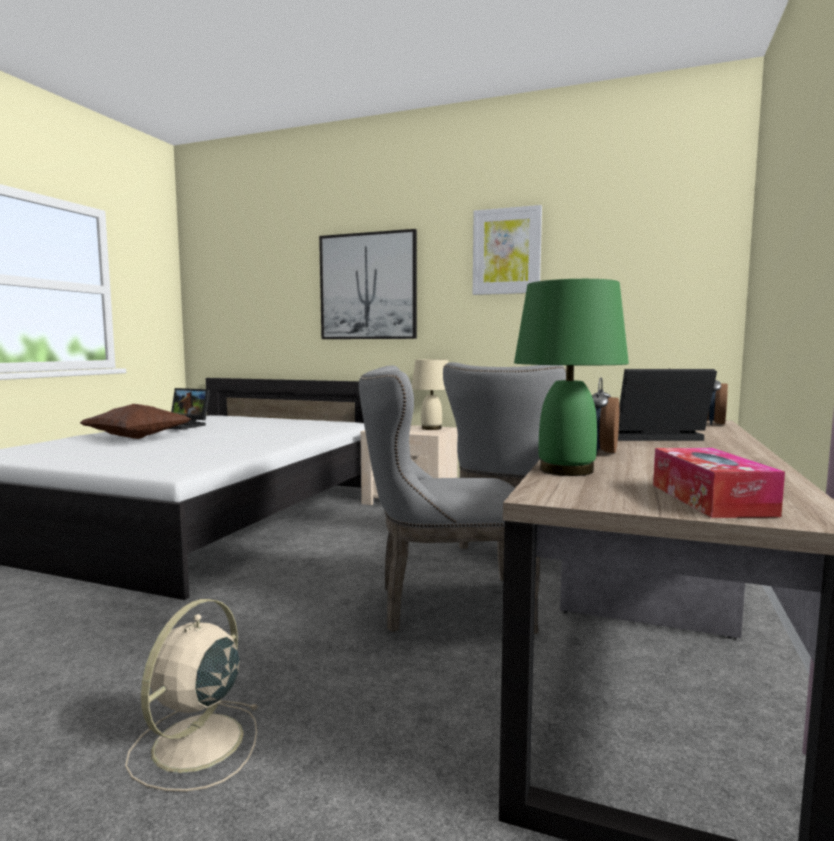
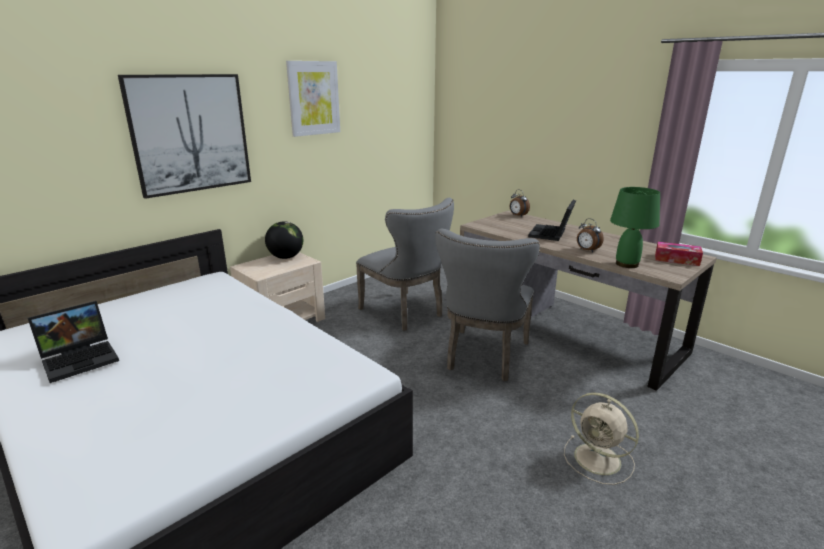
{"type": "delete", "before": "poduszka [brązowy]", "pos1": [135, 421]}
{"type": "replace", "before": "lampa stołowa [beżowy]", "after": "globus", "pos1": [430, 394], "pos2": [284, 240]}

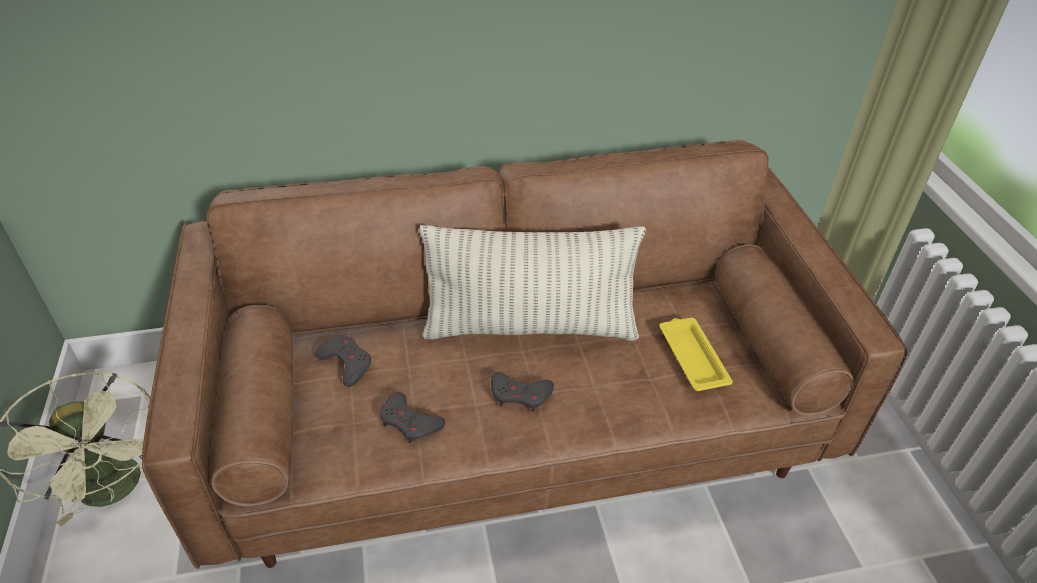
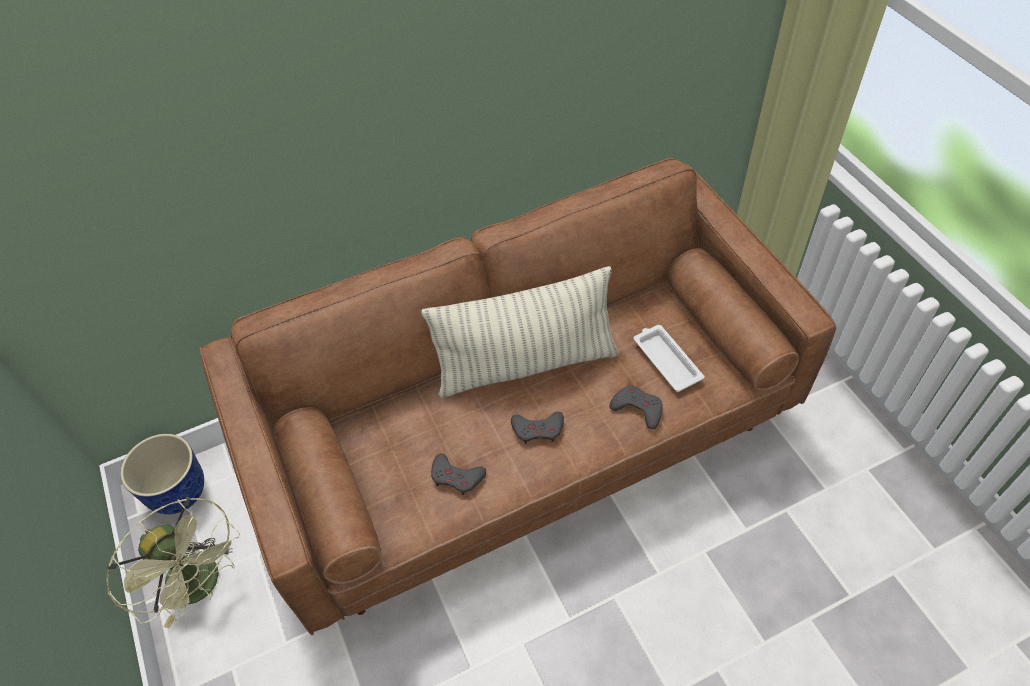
{"type": "insert", "after": "donica", "pos2": [162, 474]}
{"type": "move", "before": "pad do gier [szary]", "pos1": [343, 361], "pos2": [636, 408]}
{"type": "recolor", "before": "taca [żółty]", "after": "taca [biały]", "pos1": [696, 354], "pos2": [669, 358]}

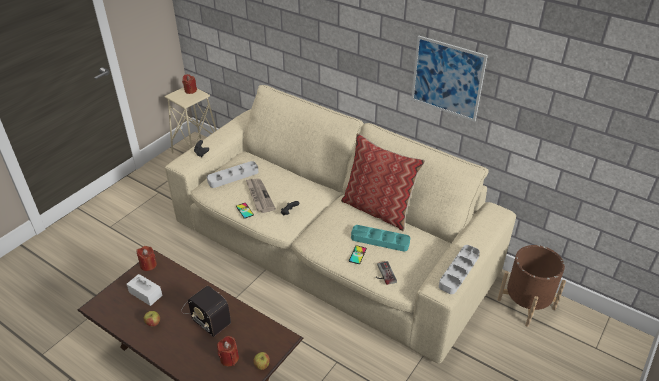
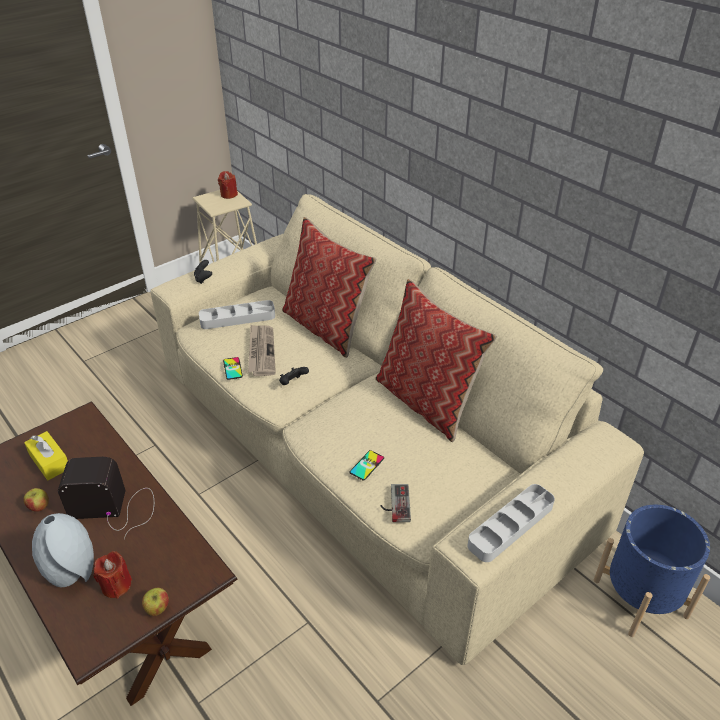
{"type": "delete", "before": "świeca [czerwony]", "pos1": [146, 258]}
{"type": "delete", "before": "taca [turkusowy]", "pos1": [380, 238]}
{"type": "delete", "before": "obraz", "pos1": [449, 78]}
{"type": "insert", "after": "wazon [szary]", "pos2": [63, 550]}
{"type": "insert", "after": "poduszka", "pos2": [329, 287]}
{"type": "recolor", "before": "pudełko chusteczek [biały]", "after": "pudełko chusteczek [żółty]", "pos1": [145, 290], "pos2": [46, 455]}
{"type": "recolor", "before": "donica [brązowy]", "after": "donica [niebieski]", "pos1": [531, 286], "pos2": [652, 571]}
{"type": "rotate", "before": "radio", "pos1": [206, 311], "pos2": [106, 498], "turn": 120}

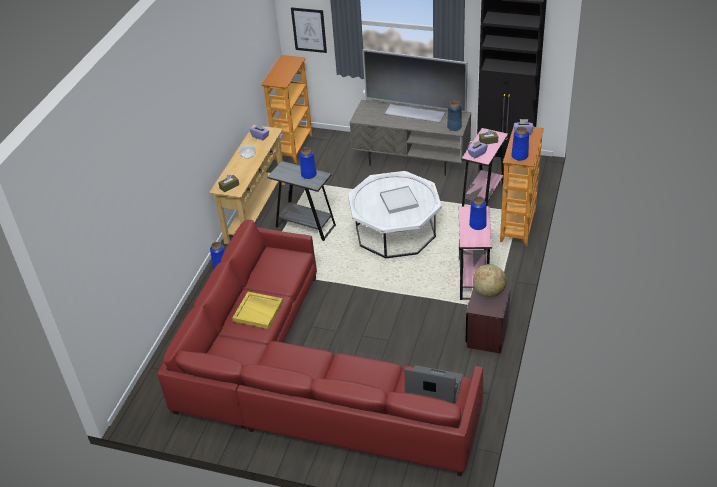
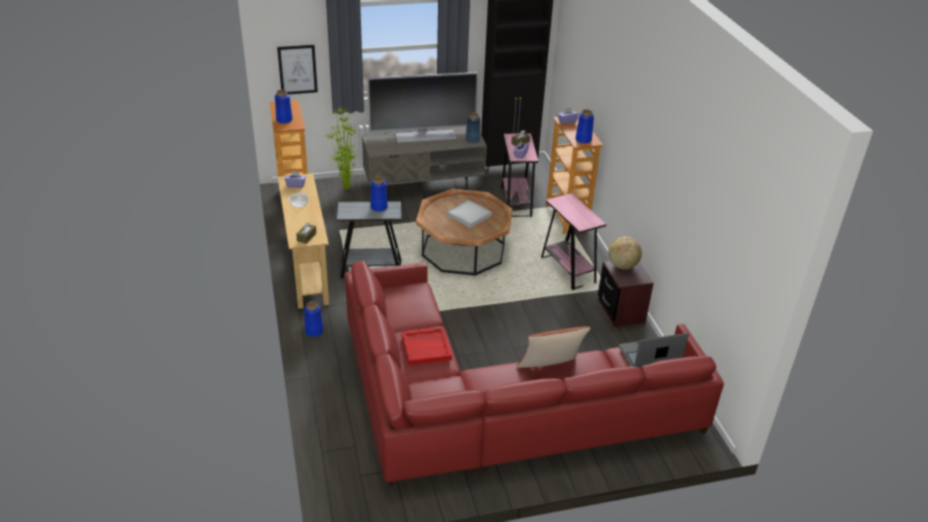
{"type": "insert", "after": "roślina doniczkowa", "pos2": [341, 148]}
{"type": "insert", "after": "poduszka", "pos2": [553, 347]}
{"type": "move", "before": "wazon [niebieski]", "pos1": [478, 213], "pos2": [284, 107]}
{"type": "recolor", "before": "taca [żółty]", "after": "taca [czerwony]", "pos1": [257, 310], "pos2": [427, 346]}
{"type": "recolor", "before": "ława [biały]", "after": "ława [brązowy]", "pos1": [395, 214], "pos2": [464, 232]}

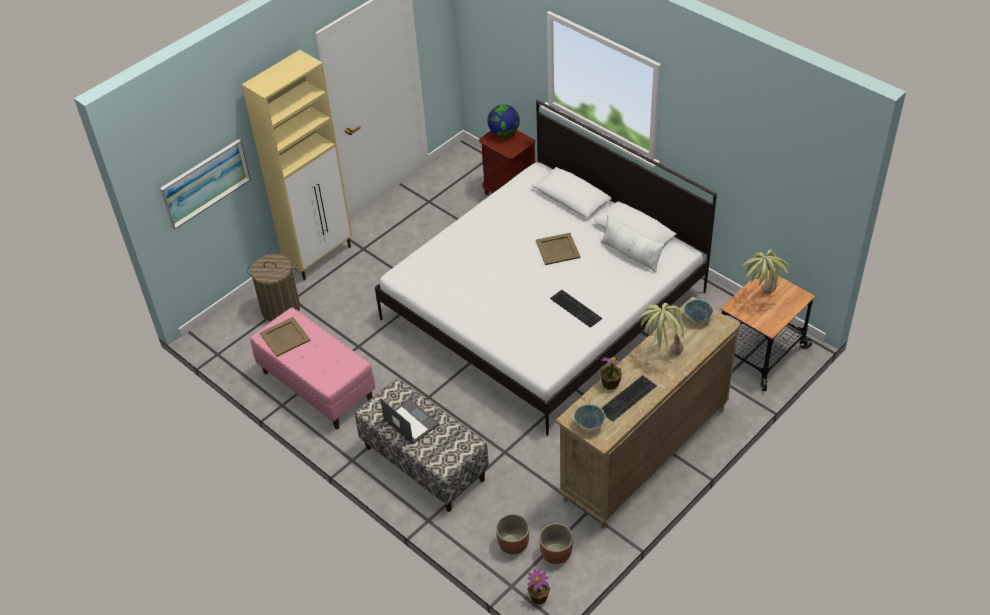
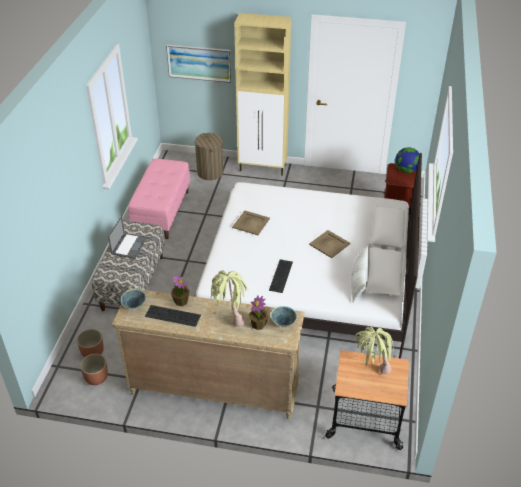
{"type": "move", "before": "taca [beżowy]", "pos1": [285, 337], "pos2": [251, 223]}
{"type": "move", "before": "roślina doniczkowa", "pos1": [538, 586], "pos2": [258, 312]}

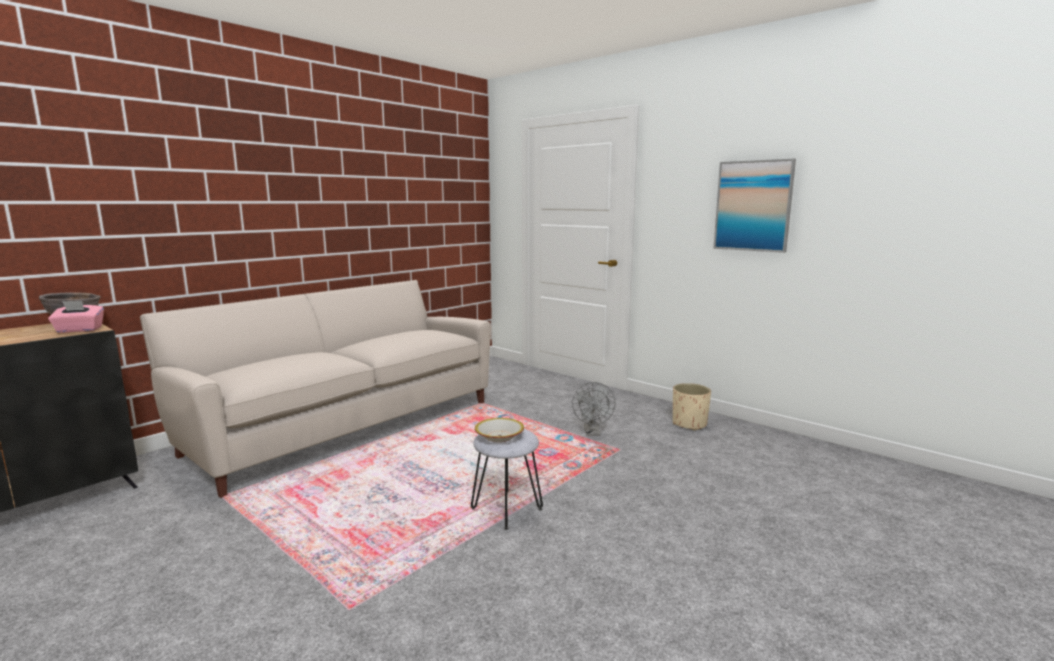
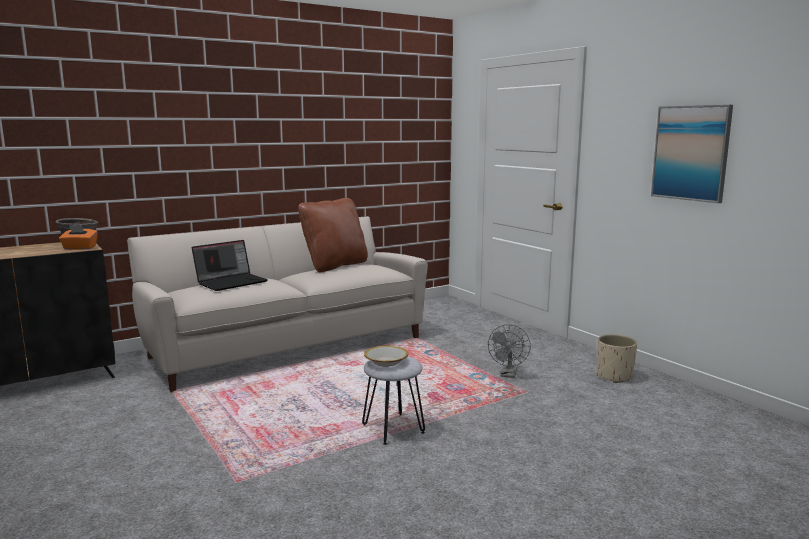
{"type": "insert", "after": "laptop", "pos2": [229, 265]}
{"type": "insert", "after": "poduszka [brązowy]", "pos2": [333, 235]}
{"type": "recolor", "before": "pudełko chusteczek [różowy]", "after": "pudełko chusteczek [pomarańczowy]", "pos1": [76, 316], "pos2": [78, 237]}

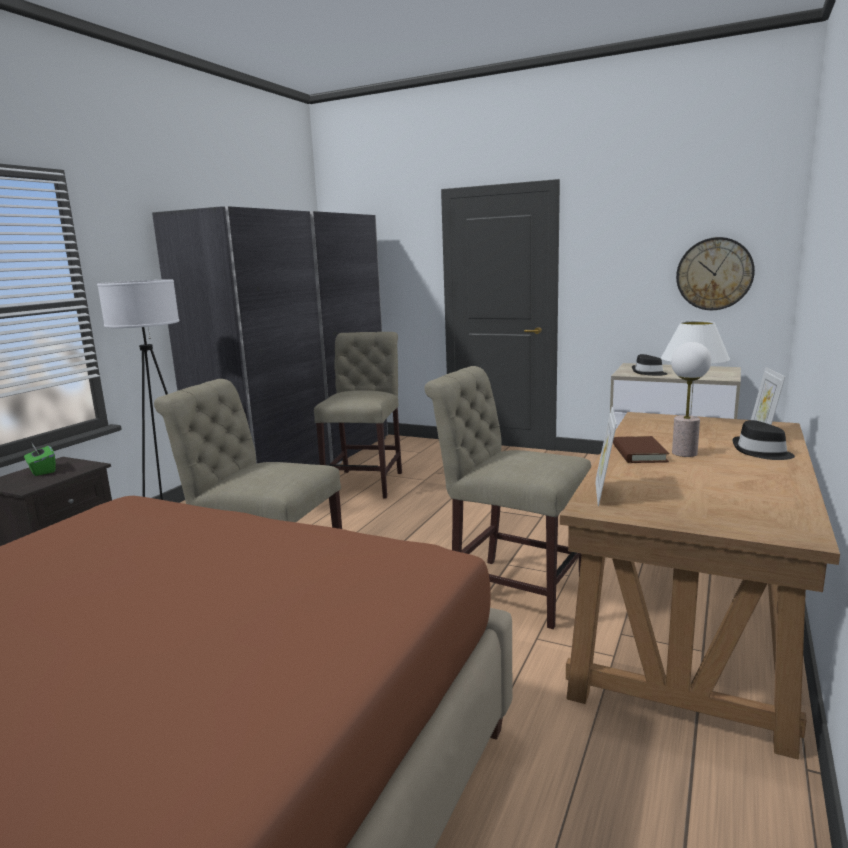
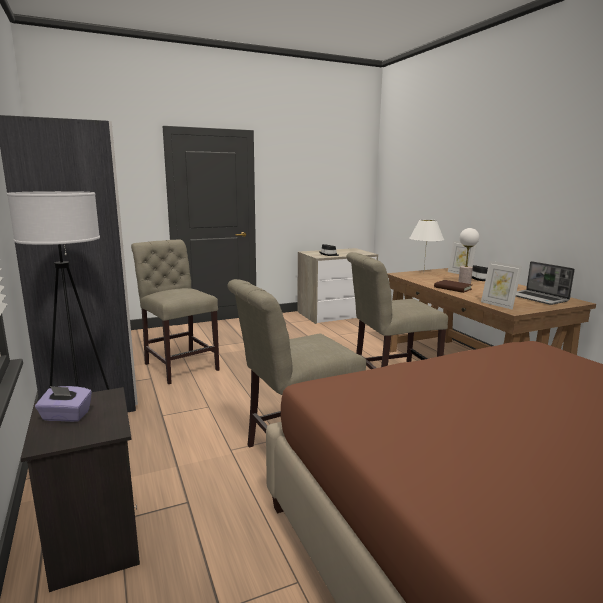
{"type": "delete", "before": "zegar ścienny", "pos1": [715, 273]}
{"type": "insert", "after": "laptop", "pos2": [545, 283]}
{"type": "recolor", "before": "pudełko chusteczek [zielony]", "after": "pudełko chusteczek [fioletowy]", "pos1": [40, 459], "pos2": [63, 404]}

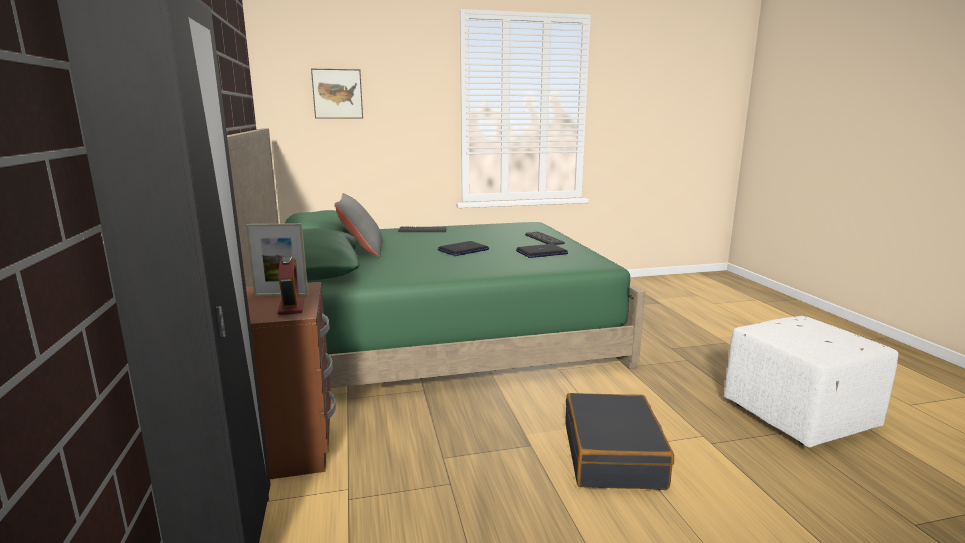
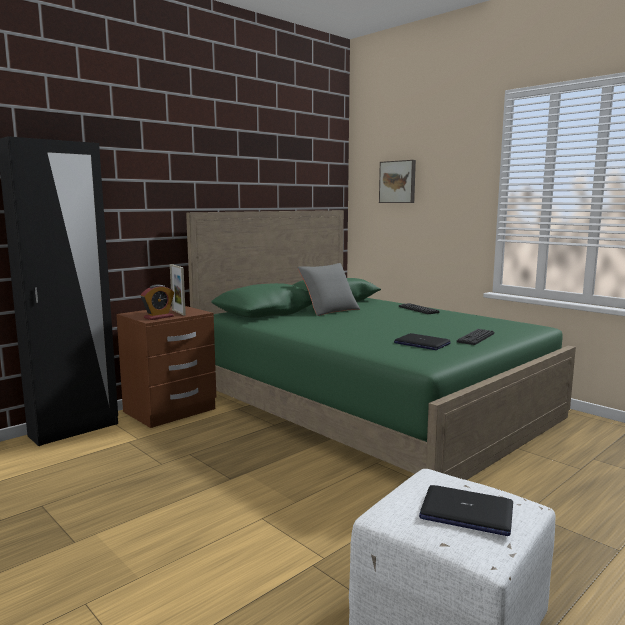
{"type": "delete", "before": "walizka [czarny]", "pos1": [619, 441]}
{"type": "move", "before": "laptop", "pos1": [463, 248], "pos2": [466, 510]}

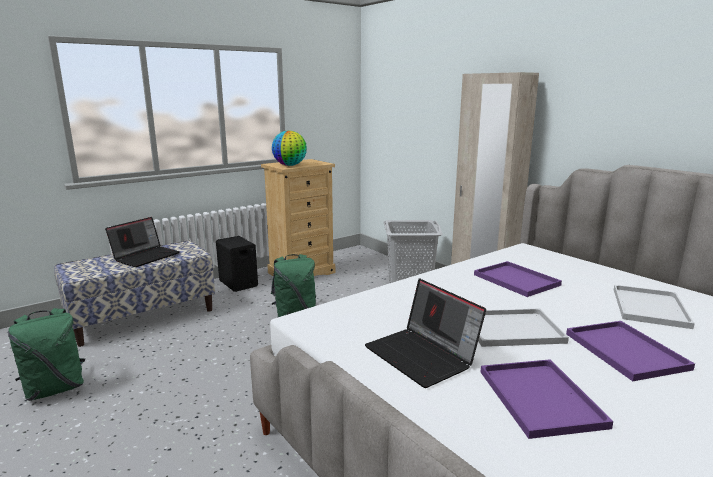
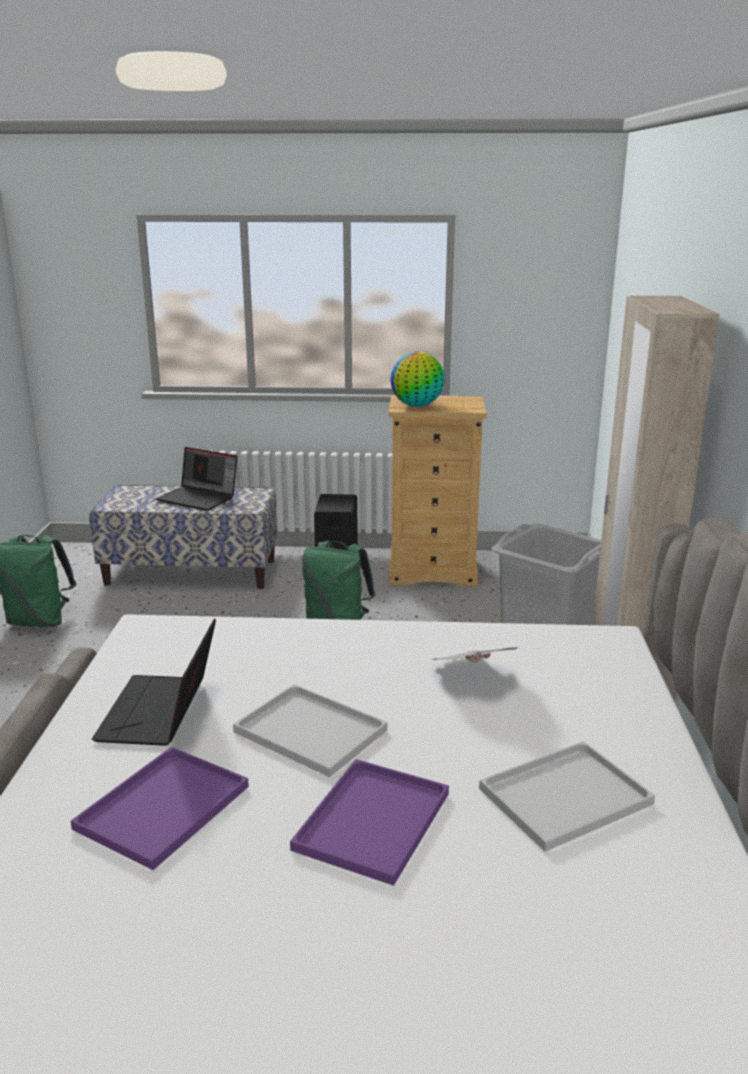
{"type": "replace", "before": "taca [fioletowy]", "after": "gazeta", "pos1": [518, 279], "pos2": [475, 655]}
{"type": "rotate", "before": "laptop", "pos1": [142, 242], "pos2": [196, 479], "turn": 45}

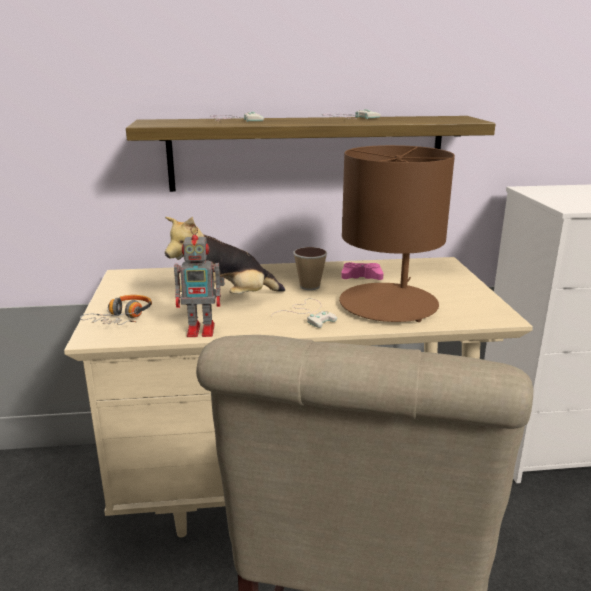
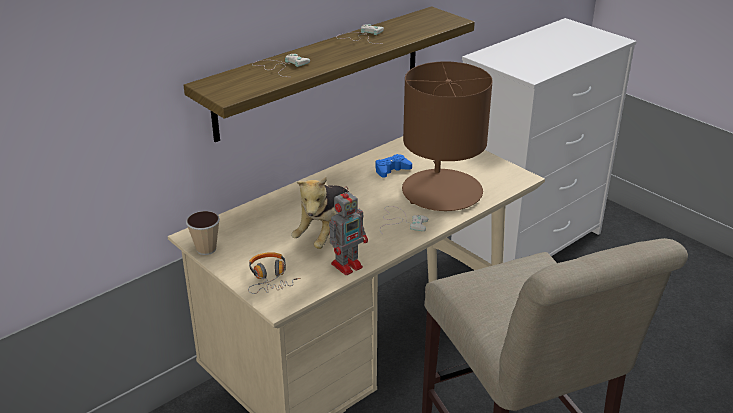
{"type": "move", "before": "filiżanka", "pos1": [310, 268], "pos2": [203, 233]}
{"type": "recolor", "before": "pad do gier [różowy]", "after": "pad do gier [niebieski]", "pos1": [362, 271], "pos2": [394, 165]}

